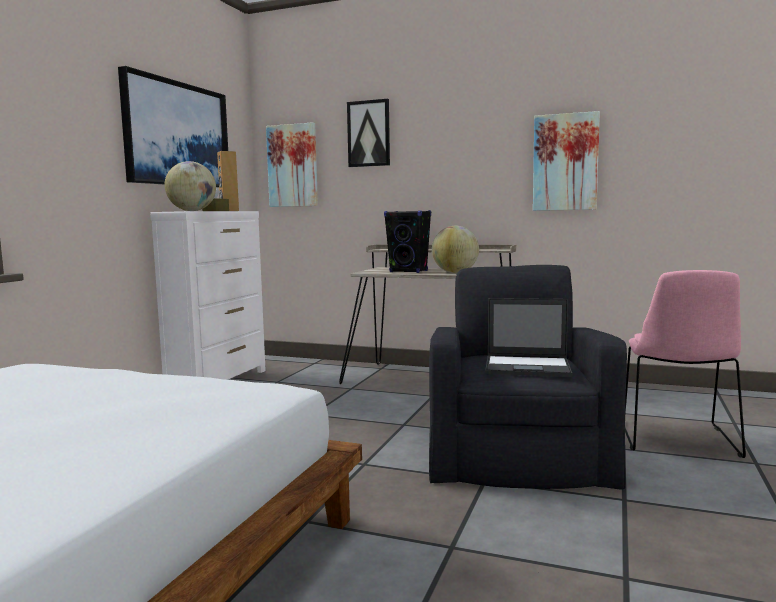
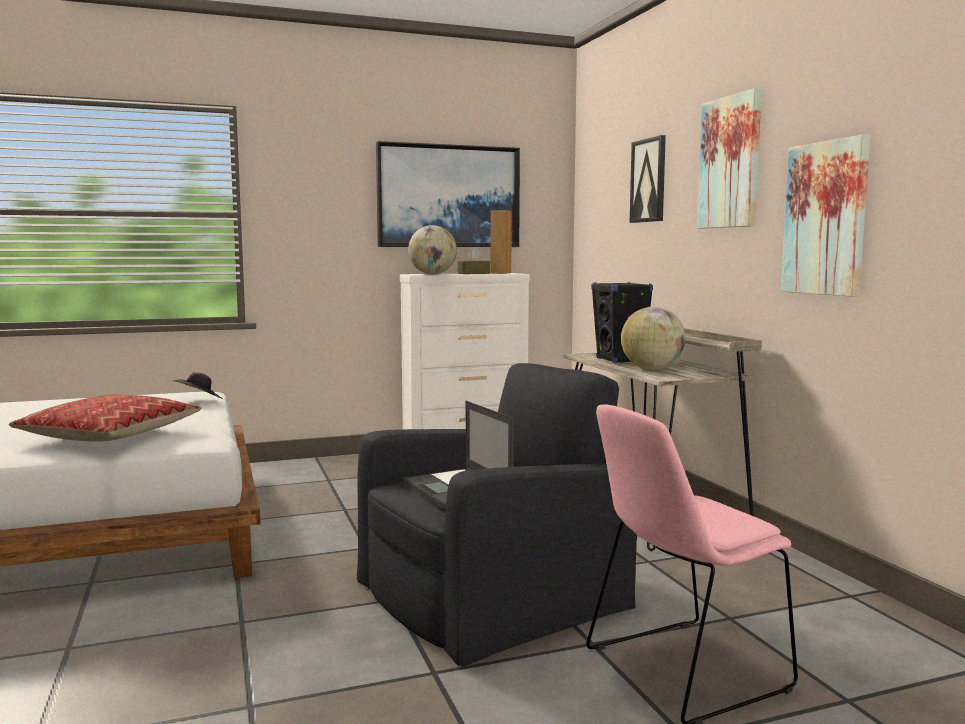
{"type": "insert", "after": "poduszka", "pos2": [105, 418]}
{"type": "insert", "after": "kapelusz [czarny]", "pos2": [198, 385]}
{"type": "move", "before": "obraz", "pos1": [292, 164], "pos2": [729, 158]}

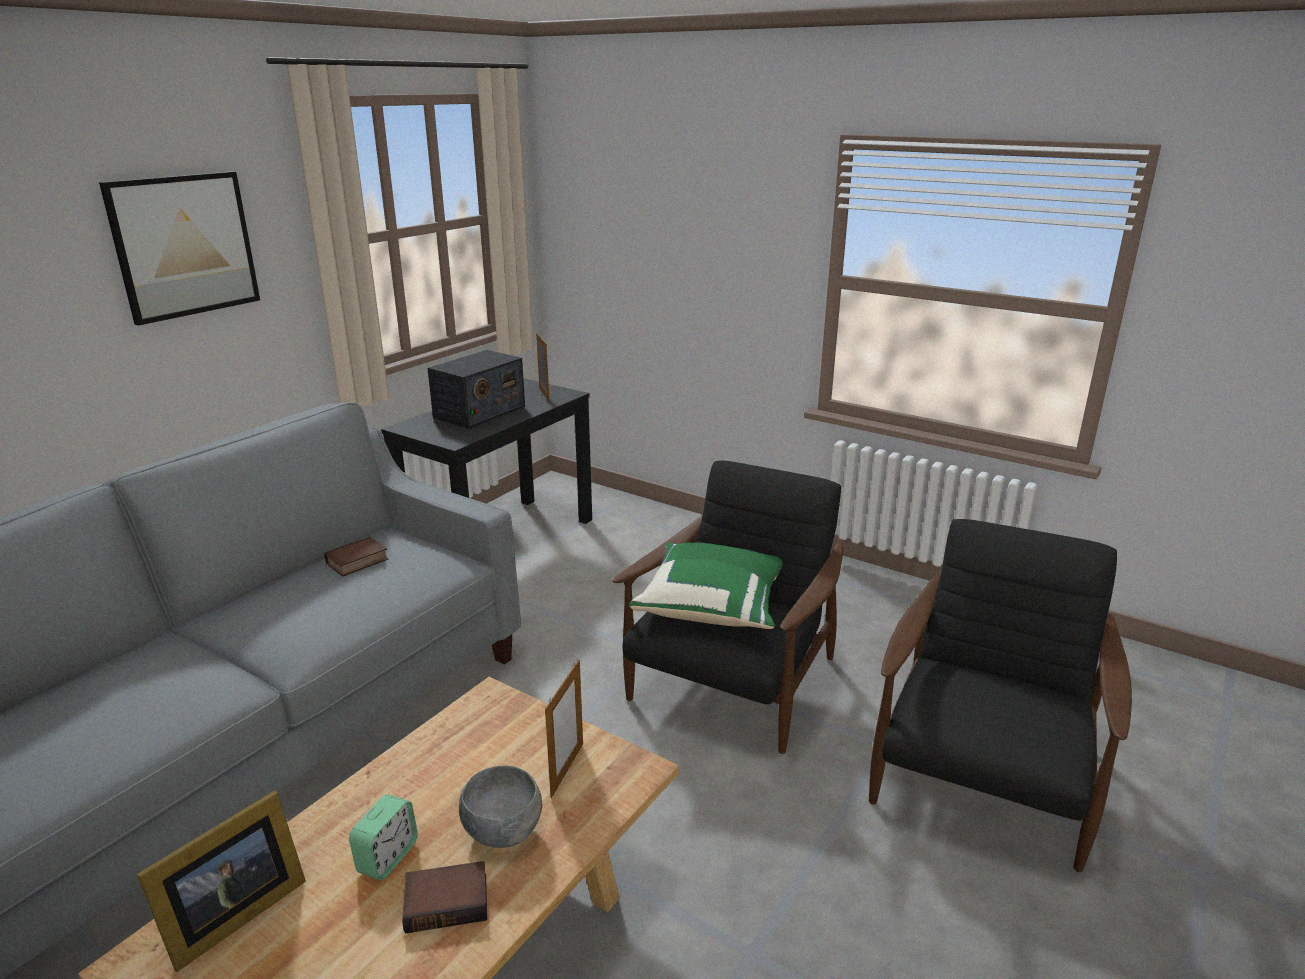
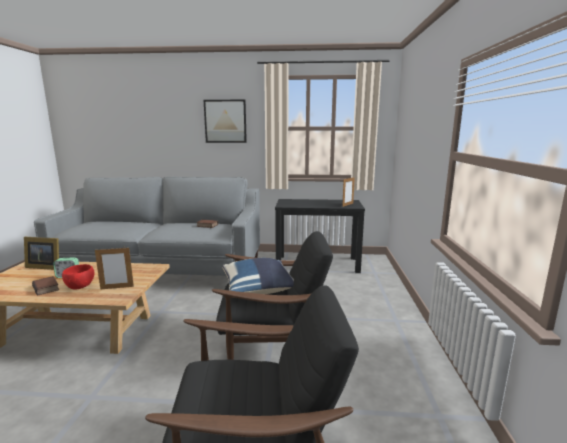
{"type": "delete", "before": "radio", "pos1": [476, 389]}
{"type": "recolor", "before": "miska [szary]", "after": "miska [czerwony]", "pos1": [500, 806], "pos2": [78, 277]}
{"type": "recolor", "before": "poduszka [zielony]", "after": "poduszka [niebieski]", "pos1": [706, 585], "pos2": [258, 276]}

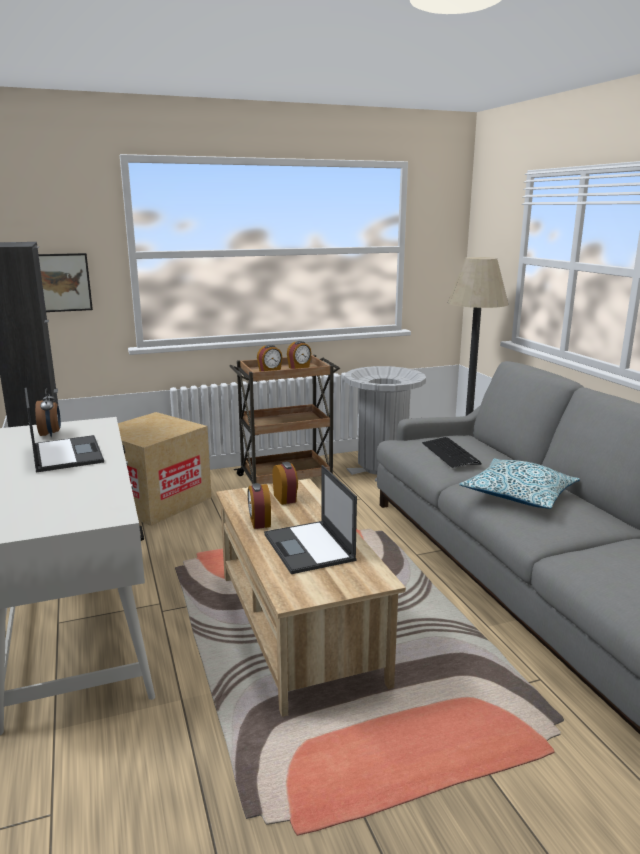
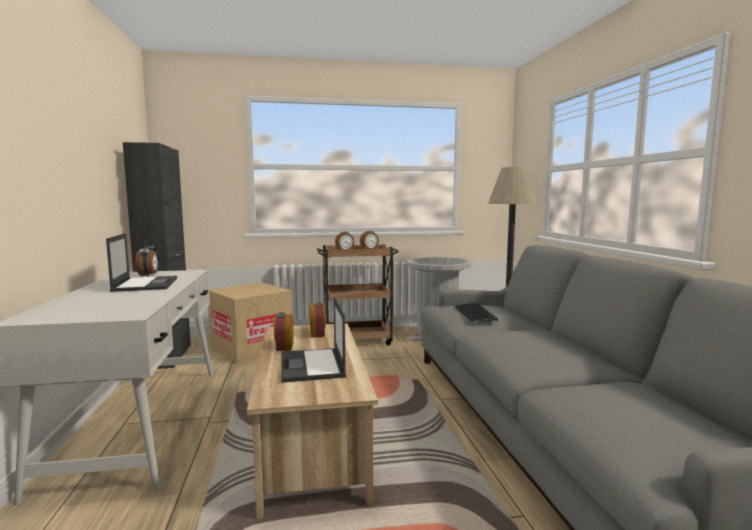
{"type": "delete", "before": "obraz", "pos1": [65, 282]}
{"type": "delete", "before": "poduszka", "pos1": [519, 484]}

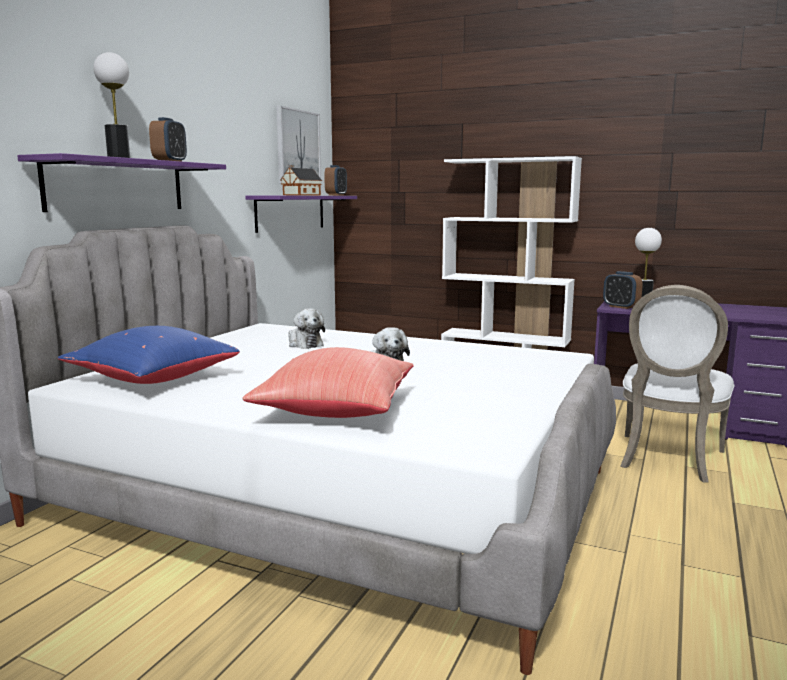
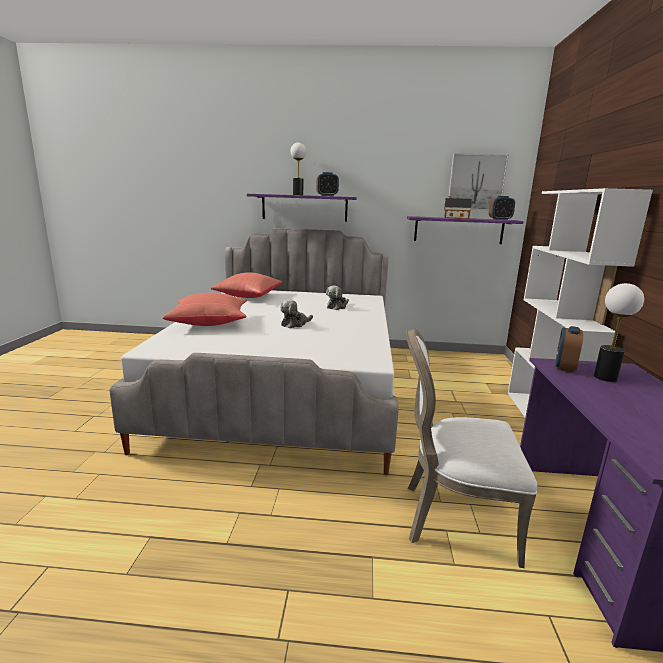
{"type": "recolor", "before": "poduszka [niebieski]", "after": "poduszka [czerwony]", "pos1": [149, 355], "pos2": [247, 285]}

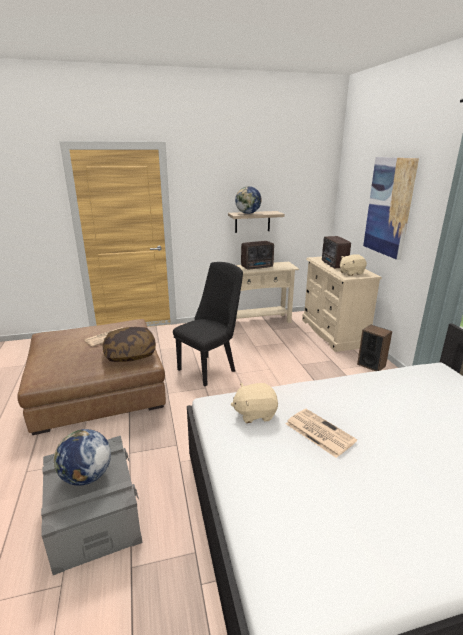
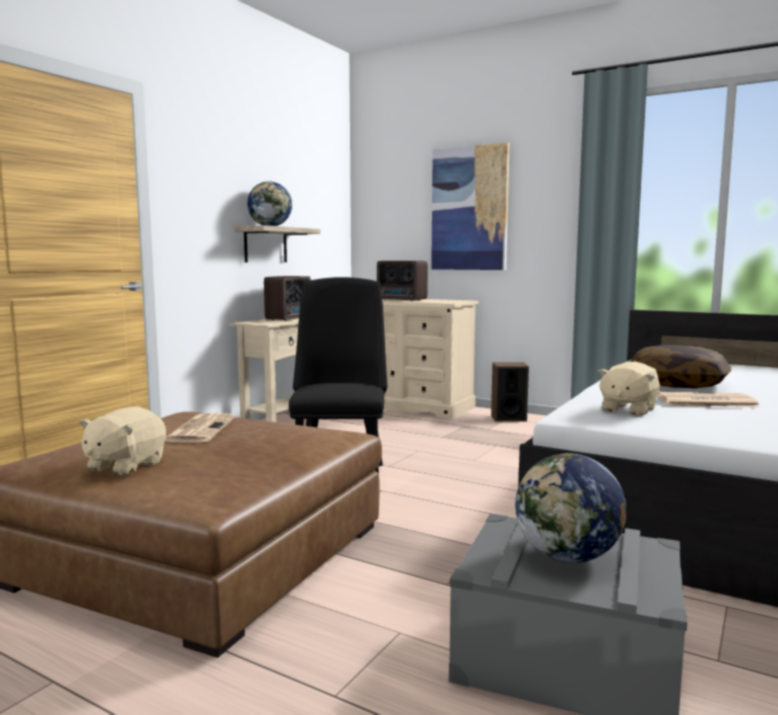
{"type": "move", "before": "poduszka", "pos1": [129, 344], "pos2": [680, 367]}
{"type": "move", "before": "pluszak [beżowy]", "pos1": [353, 265], "pos2": [123, 441]}

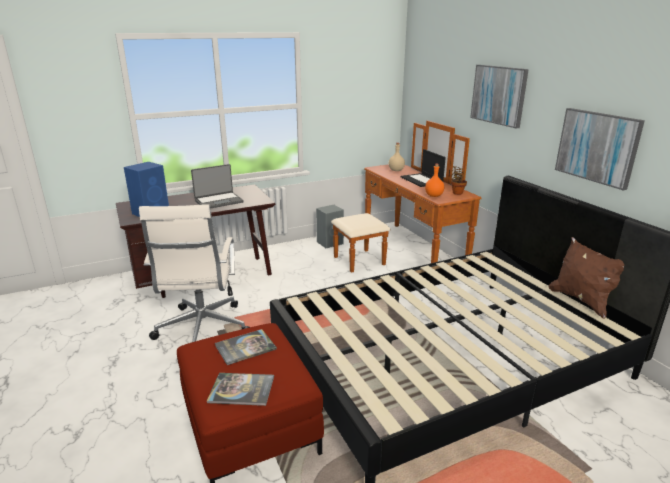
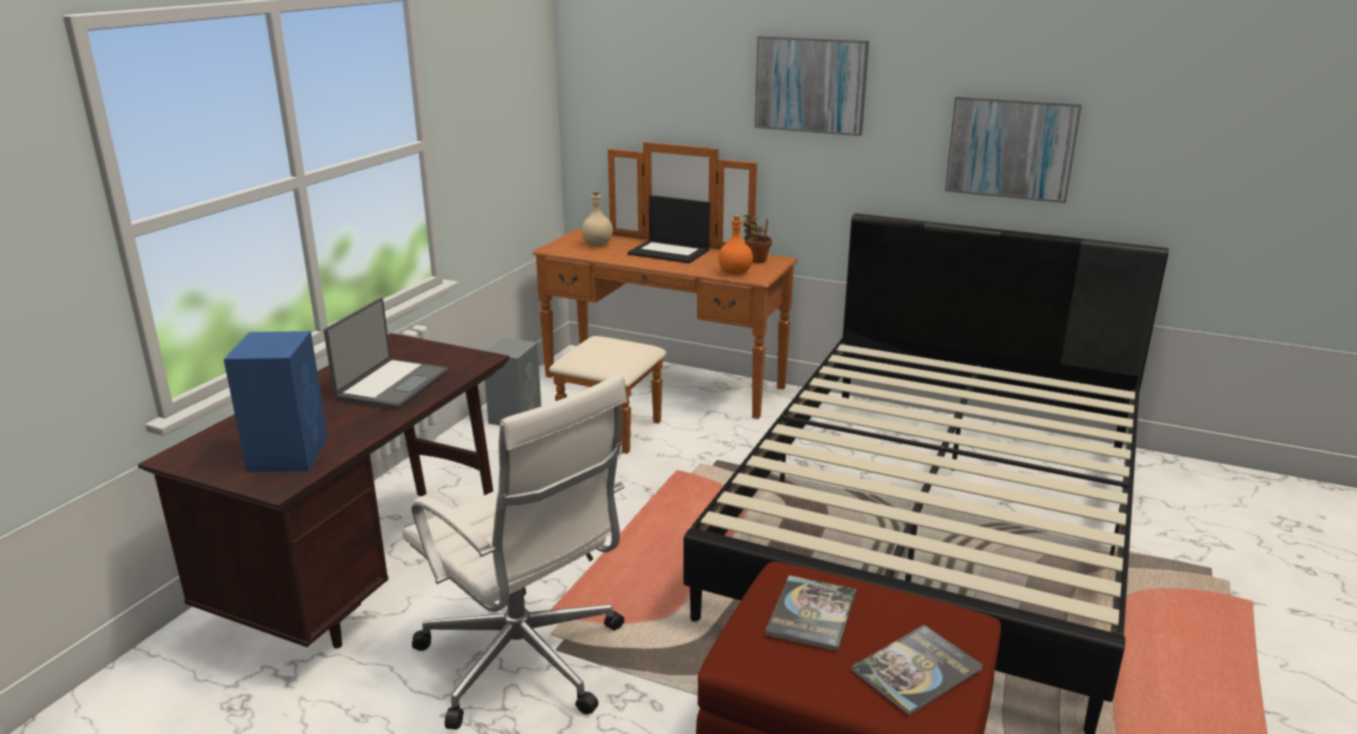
{"type": "delete", "before": "poduszka [brązowy]", "pos1": [587, 278]}

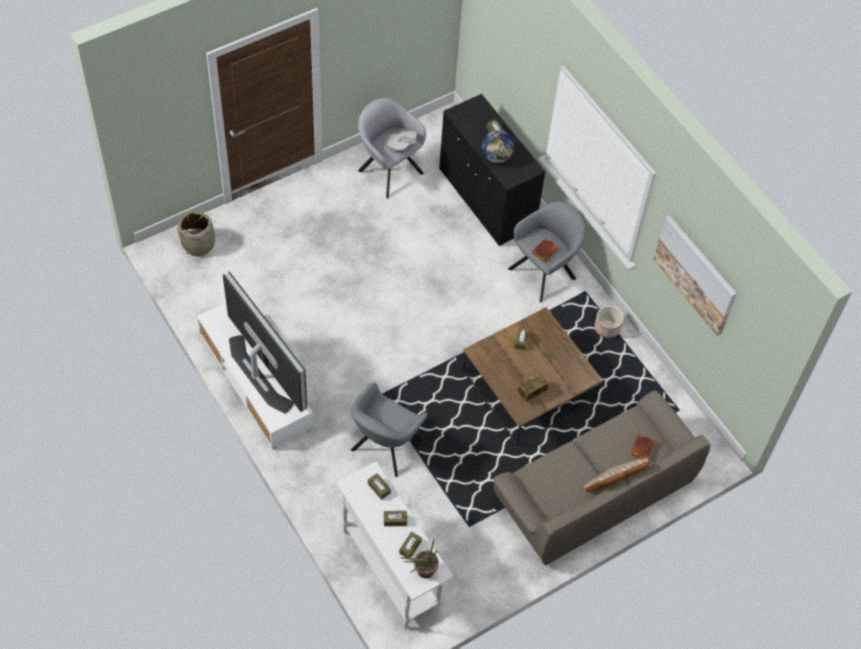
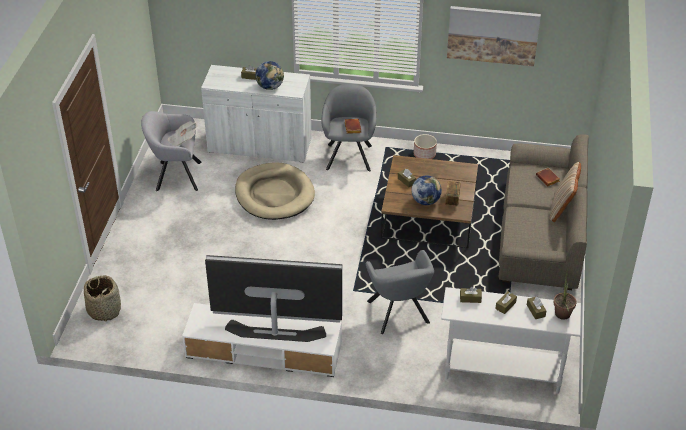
{"type": "insert", "after": "legowisko [beżowy]", "pos2": [275, 191]}
{"type": "insert", "after": "globus", "pos2": [427, 190]}
{"type": "recolor", "before": "szafka [czarny]", "after": "szafka [biały]", "pos1": [492, 170], "pos2": [256, 114]}

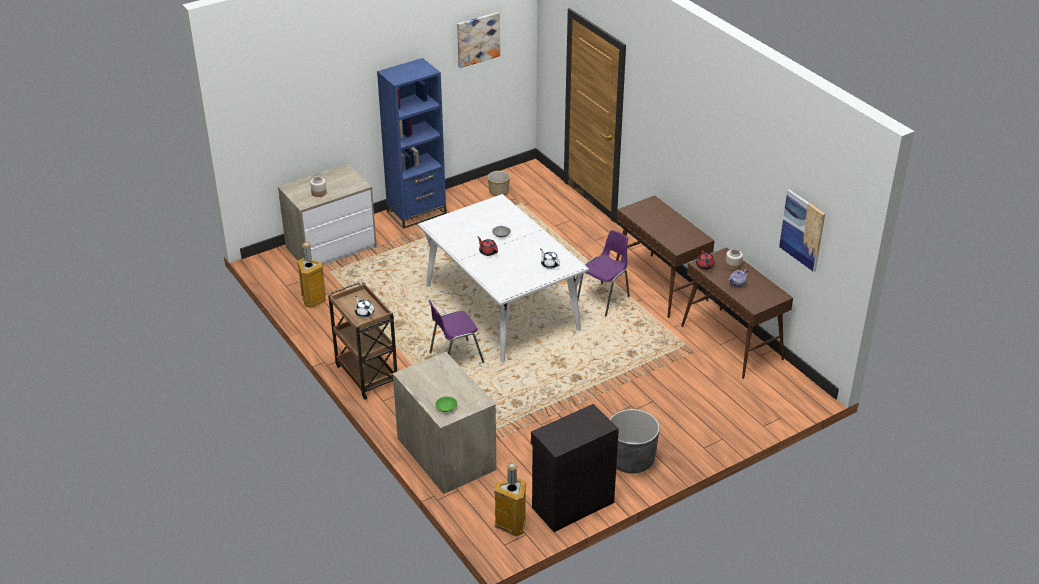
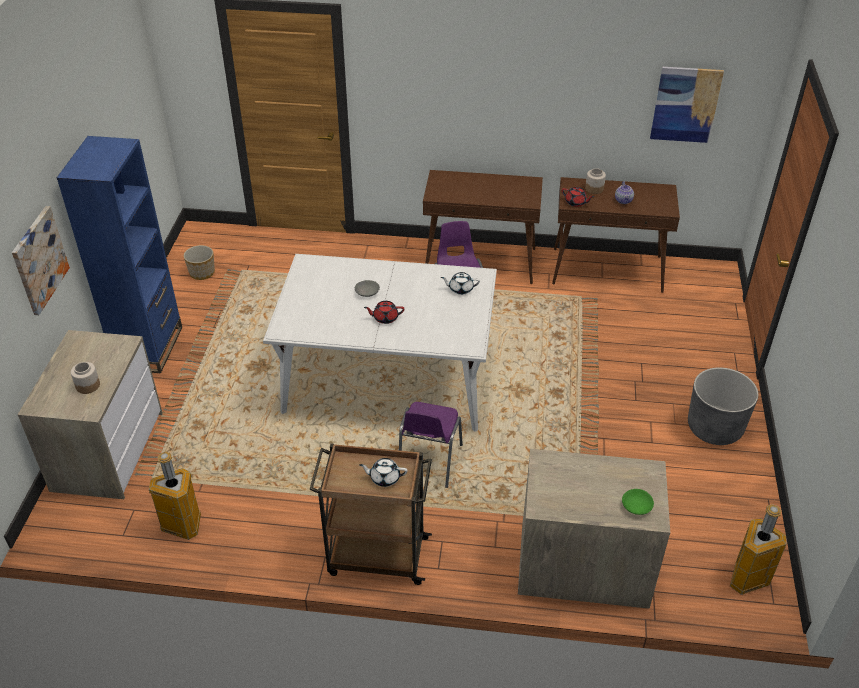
{"type": "delete", "before": "szafka [czarny]", "pos1": [575, 468]}
{"type": "move", "before": "obraz", "pos1": [478, 40], "pos2": [41, 260]}

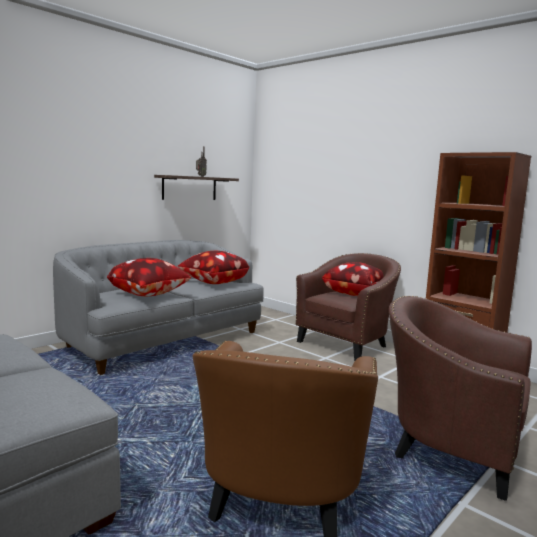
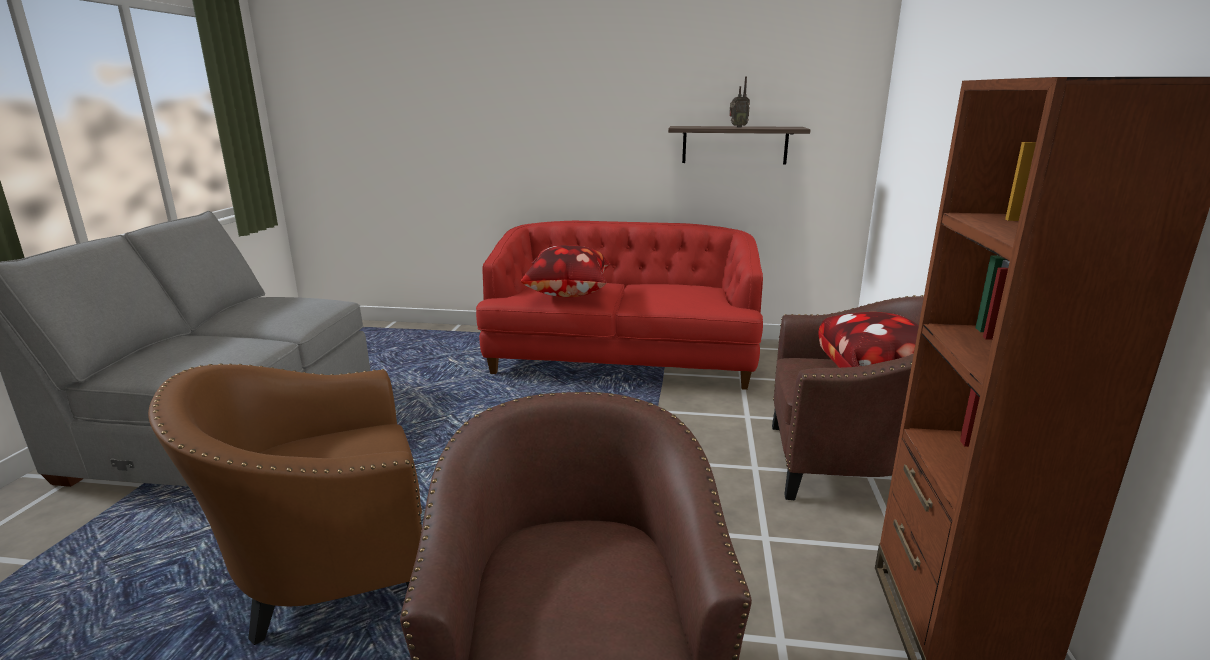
{"type": "delete", "before": "poduszka", "pos1": [213, 267]}
{"type": "recolor", "before": "kanapa [szary]", "after": "kanapa [czerwony]", "pos1": [158, 307], "pos2": [619, 305]}

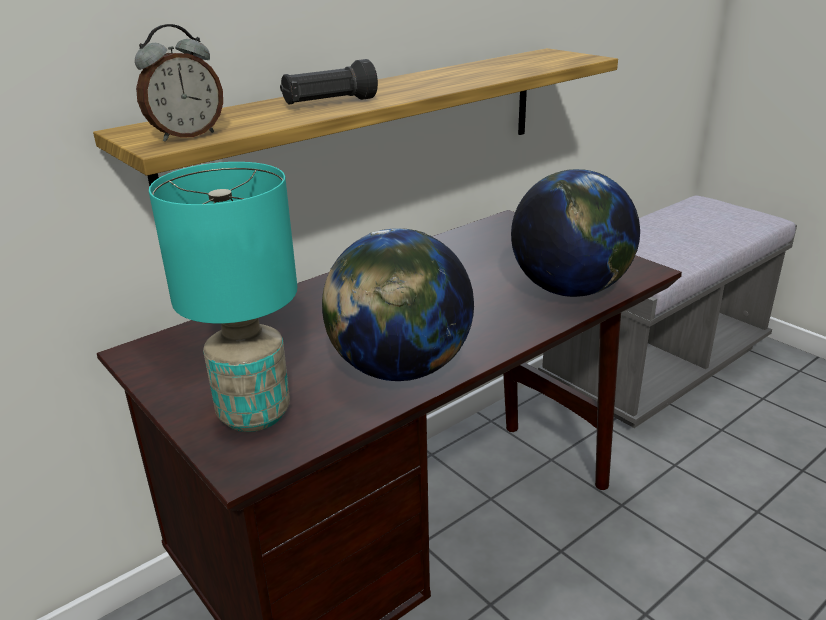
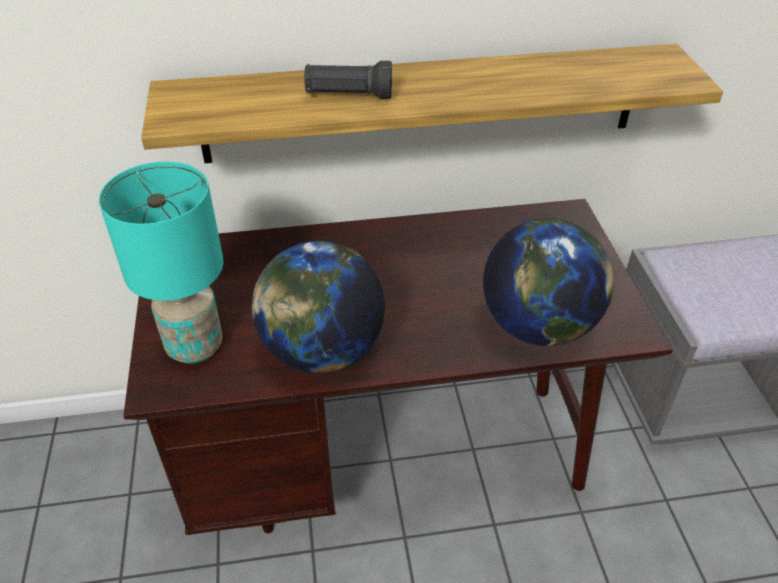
{"type": "delete", "before": "budzik", "pos1": [179, 83]}

